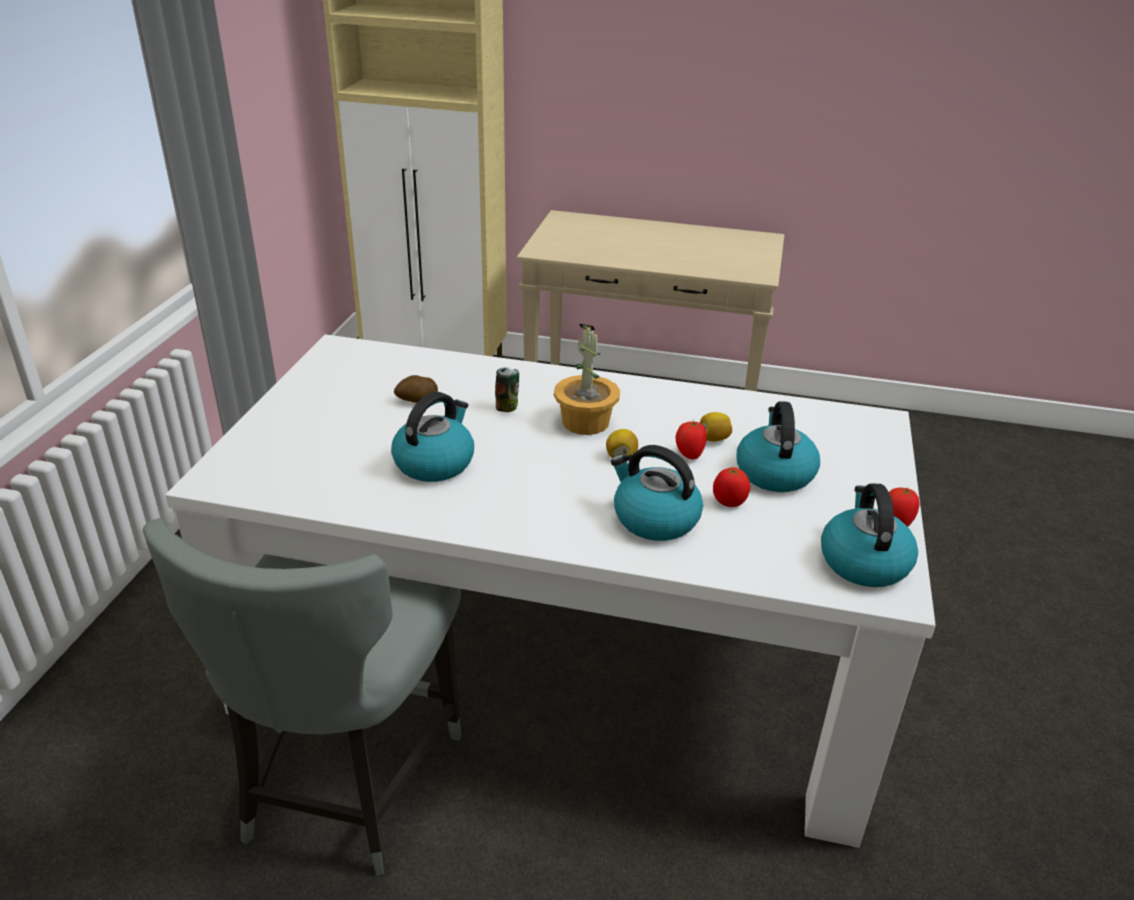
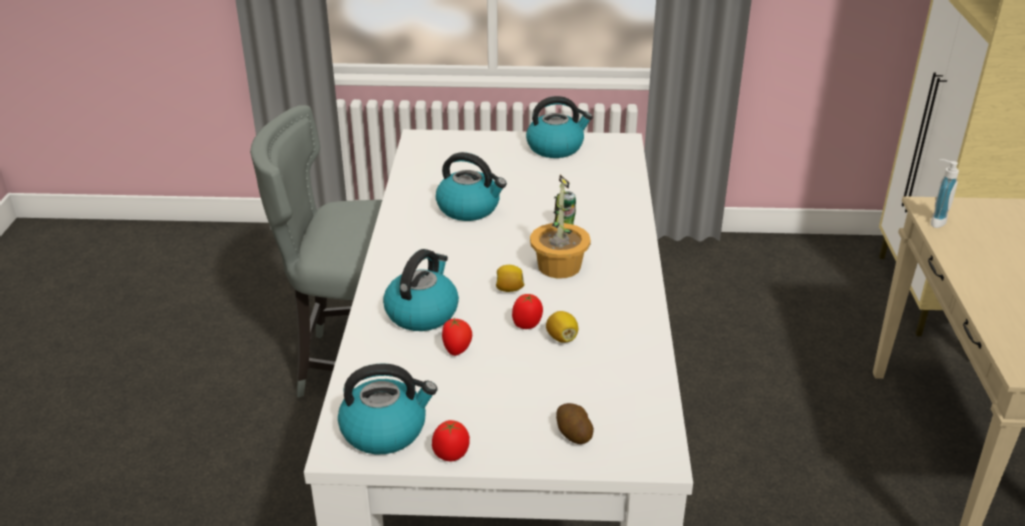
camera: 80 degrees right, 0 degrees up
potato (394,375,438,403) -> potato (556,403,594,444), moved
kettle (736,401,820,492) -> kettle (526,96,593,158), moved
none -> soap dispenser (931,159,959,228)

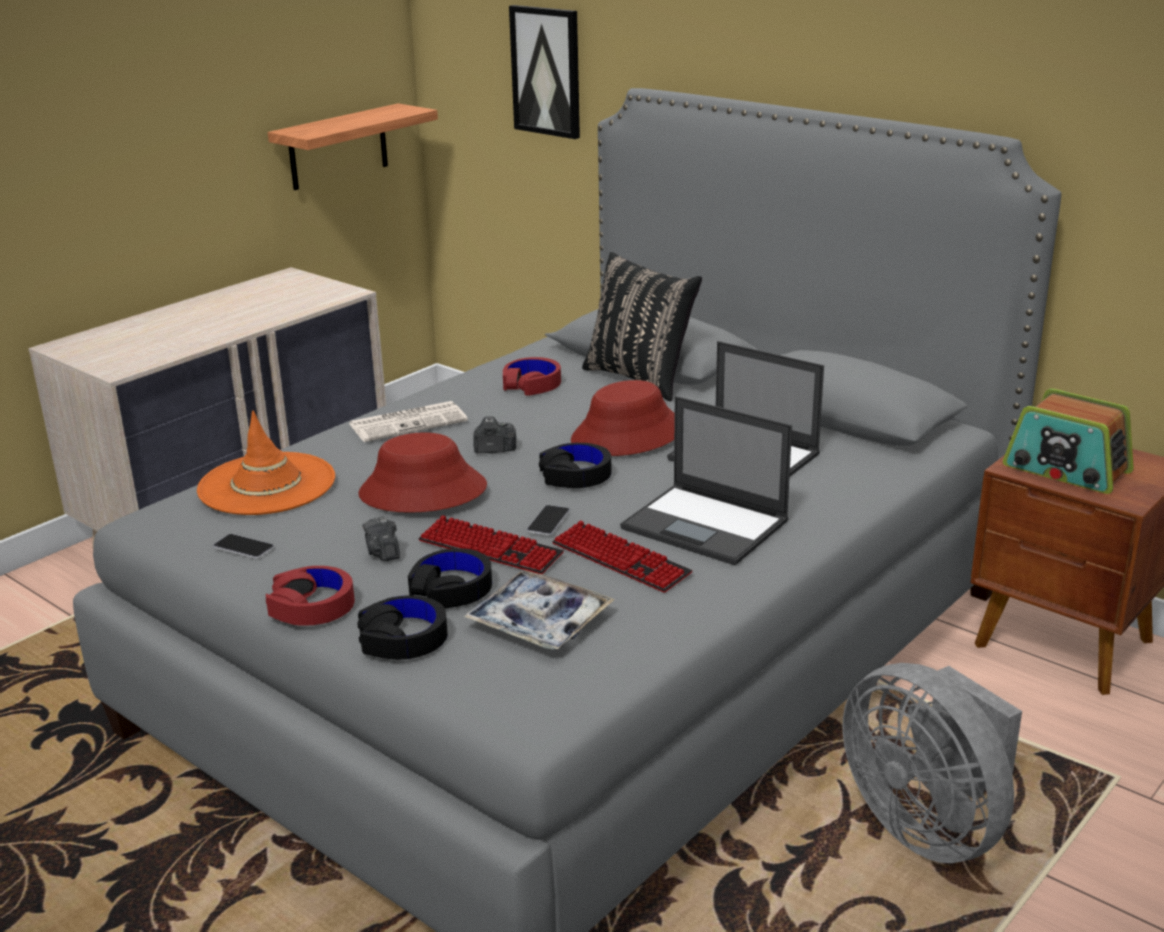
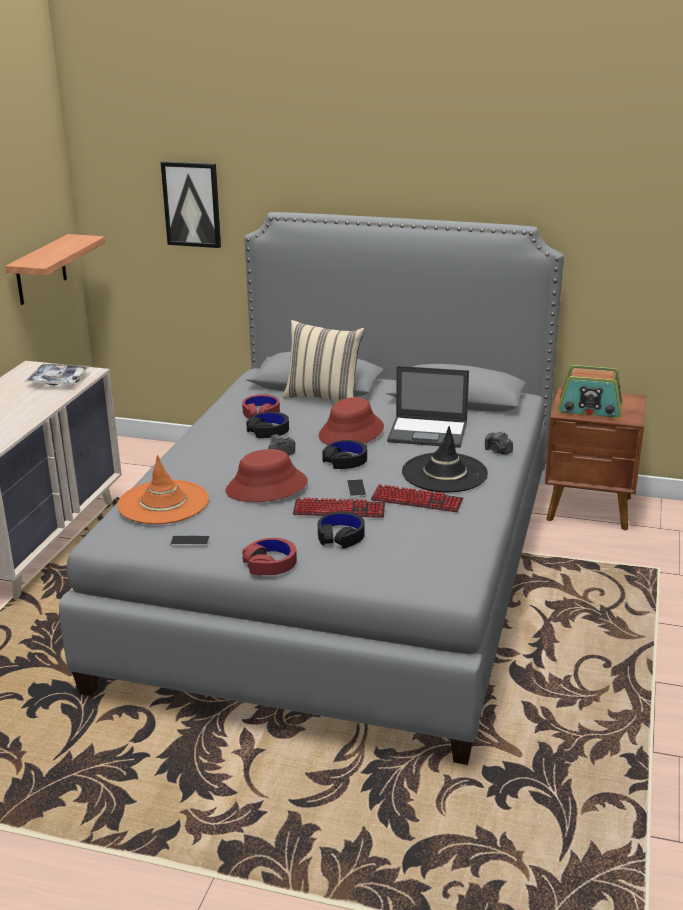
camera: 25 degrees left, 0 degrees up
pillow/black (582,252,702,401) -> pillow/beige (282,320,365,402)
laptop (620,396,792,565) -> hat/black (402,426,488,492)
newspaper (349,401,468,442) -> none
photo camera (363,517,400,561) -> photo camera (485,431,513,455), moved
tray (463,570,615,650) -> tray (24,364,90,385), moved
headphones/black (357,595,448,660) -> headphones/black (246,412,289,438), moved
fan/grey (843,663,1022,863) -> none

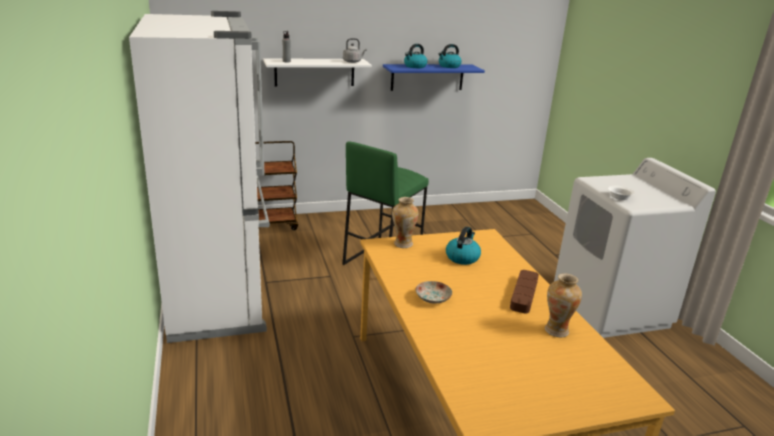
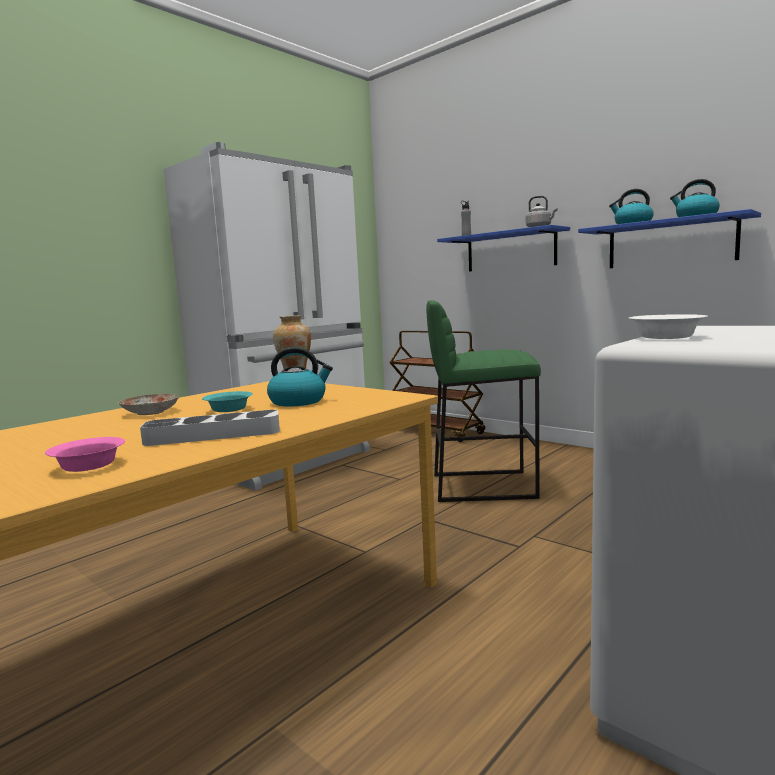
camera: 60 degrees right, 15 degrees down
shelf/white (263,58,372,87) -> shelf/blue (437,225,570,272)
tray/brown (510,270,539,314) -> tray/grey (140,410,280,446)
vase (545,273,582,337) -> bowl/pink (45,437,125,472)
none -> bowl/turquoise (202,391,253,412)

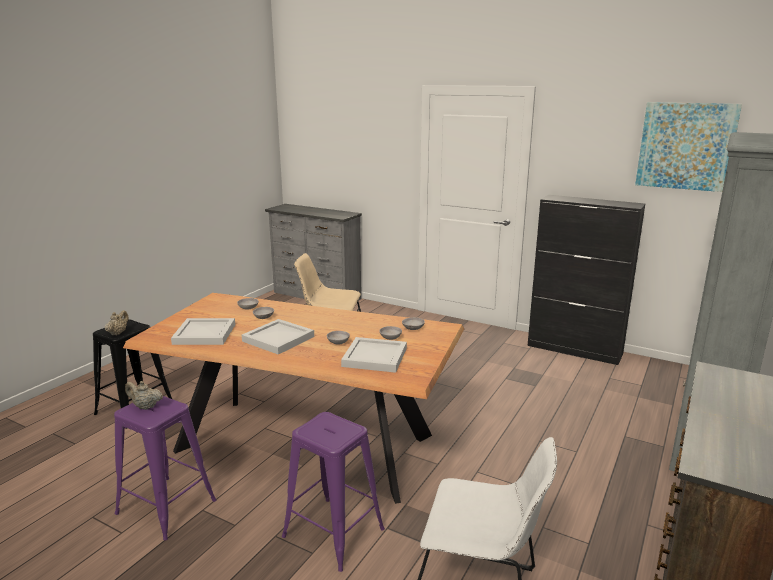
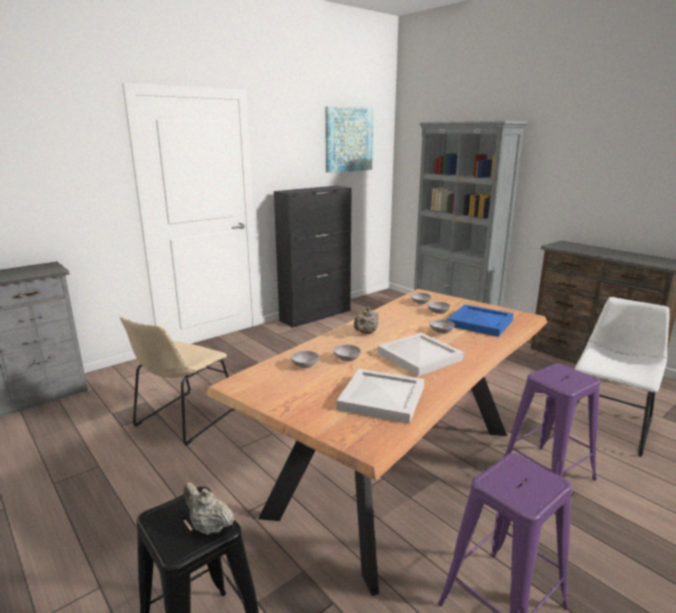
camera: 70 degrees left, 0 degrees up
tray/white (341,337,407,373) -> tray/blue (447,304,514,337)
teapot/beige (125,381,163,410) -> teapot/beige (354,307,379,334), moved

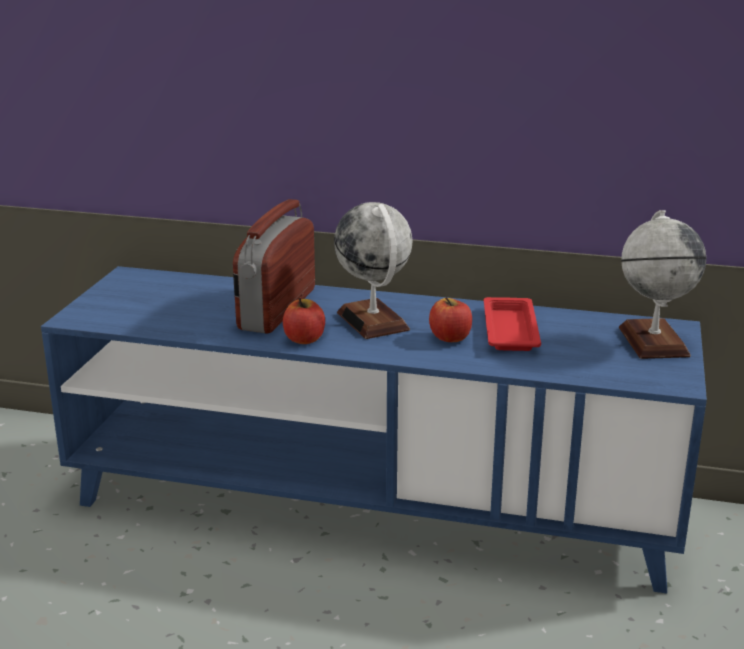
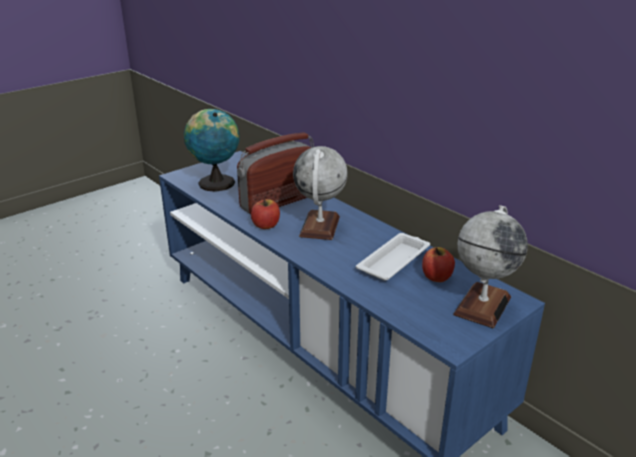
camera: 35 degrees right, 5 degrees up
apple (429,297,472,342) -> apple (422,247,455,282), moved
tray/red (484,297,541,351) -> tray/white (356,233,430,281)
none -> globe (184,109,239,192)

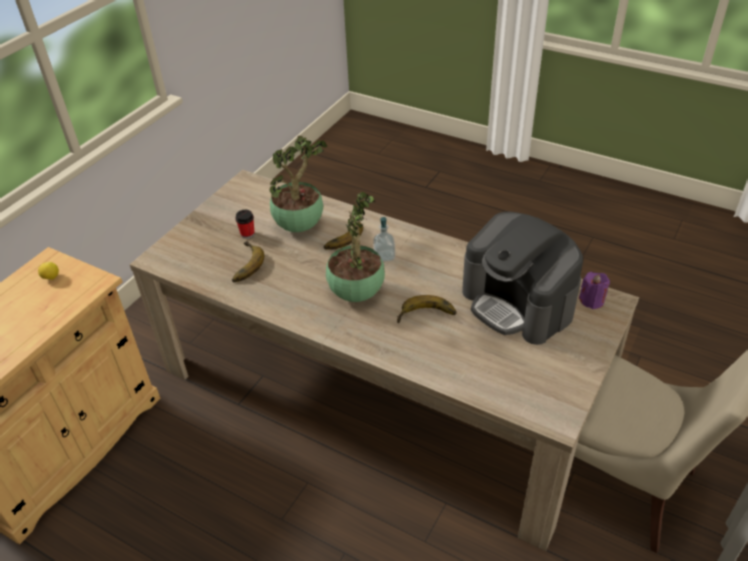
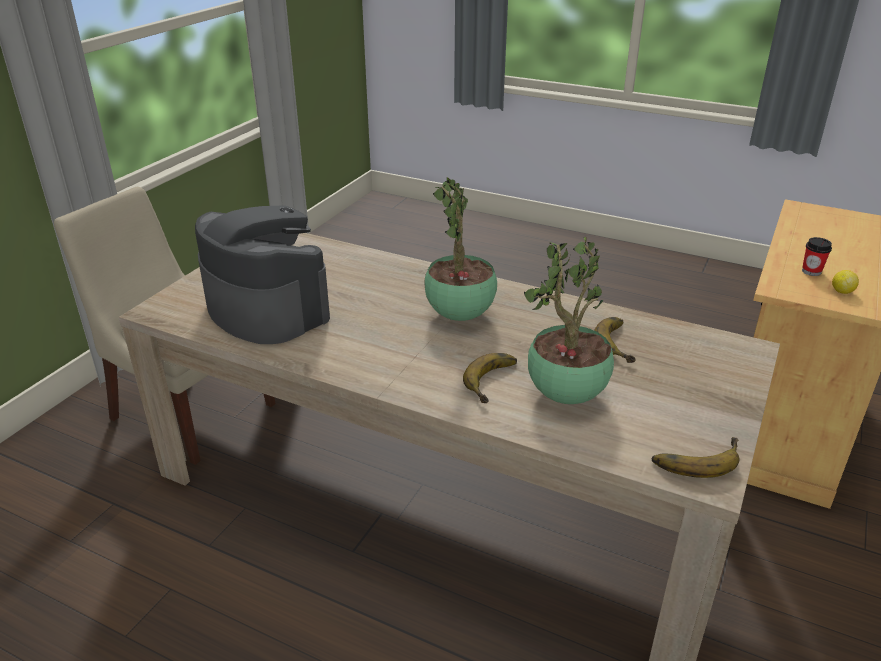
camera: 175 degrees right, 10 degrees down
cup (235,210,255,239) -> cup (802,237,832,276), moved
soap dispenser (373,217,396,262) -> none
candle/purple (579,272,610,309) -> none
banana (397,295,457,323) -> banana (651,437,739,478), moved

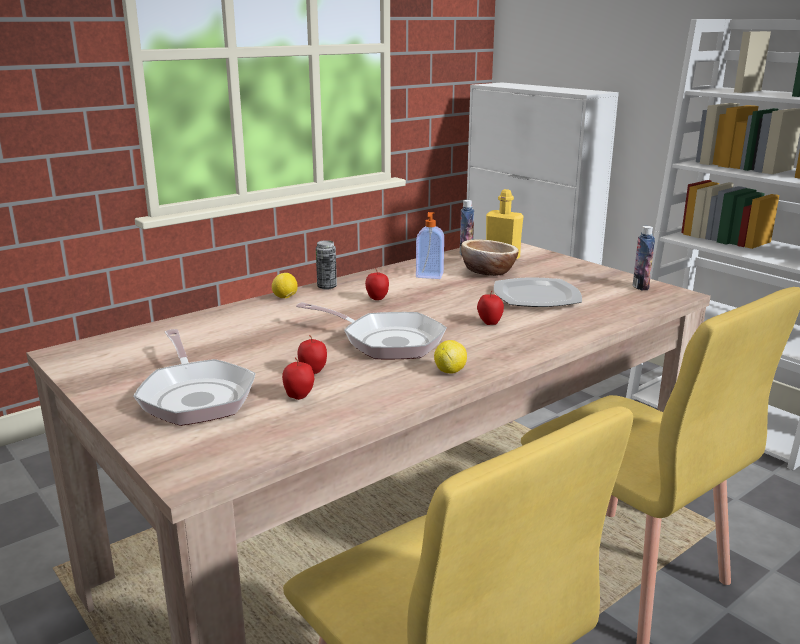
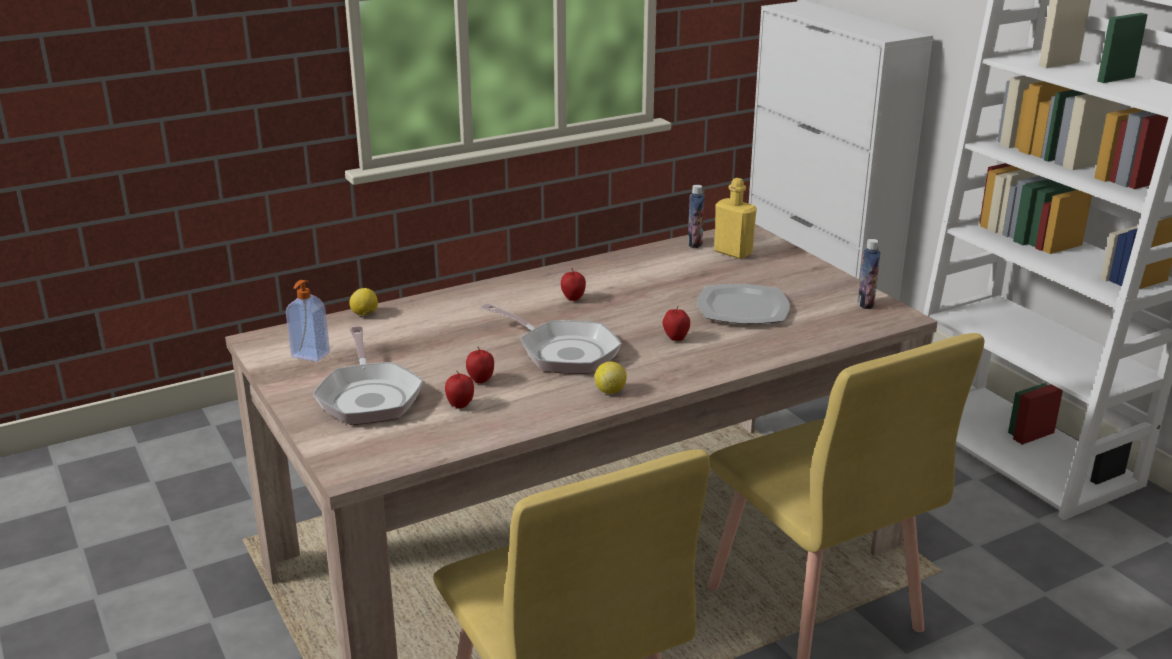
camera: 10 degrees right, 5 degrees up
soap dispenser (416,212,444,279) -> soap dispenser (286,280,330,362), moved
can (316,240,337,290) -> none
bowl (461,240,519,276) -> none
lemon (272,273,297,298) -> lemon (349,288,378,315), moved

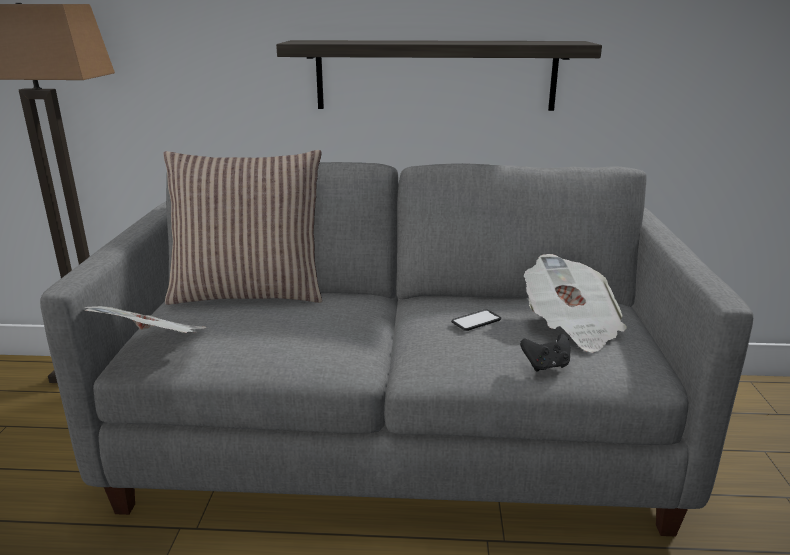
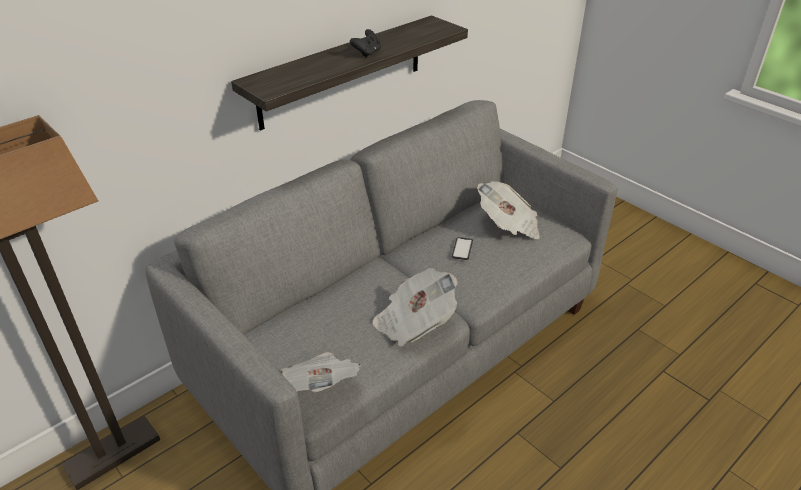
camera: 45 degrees left, 15 degrees up
pillow (164,150,322,305) -> none
game controller/black (520,334,570,372) -> game controller/black (350,29,381,58), moved
none -> newspaper (373,268,458,347)

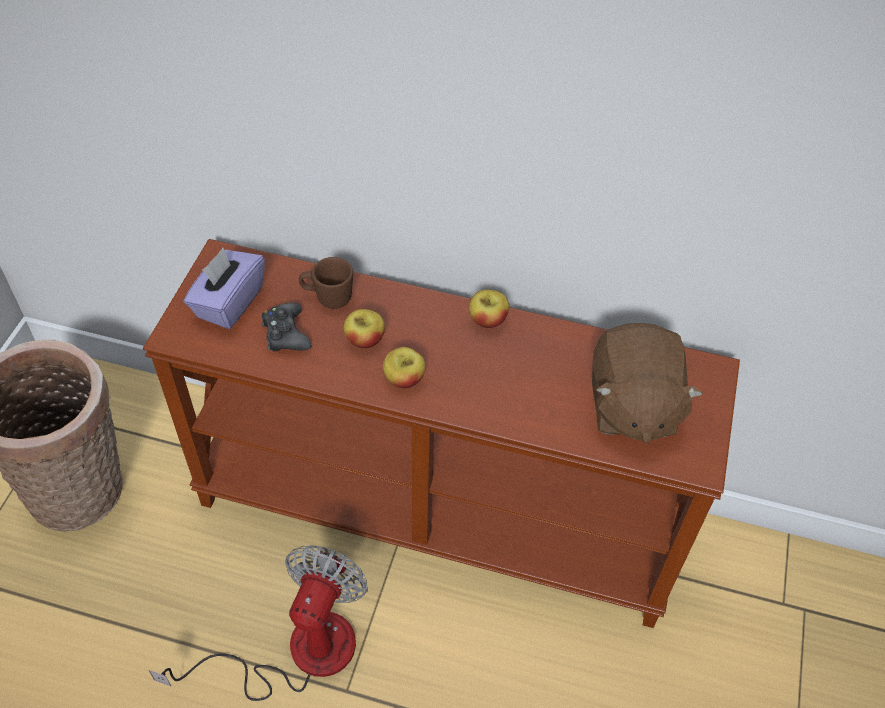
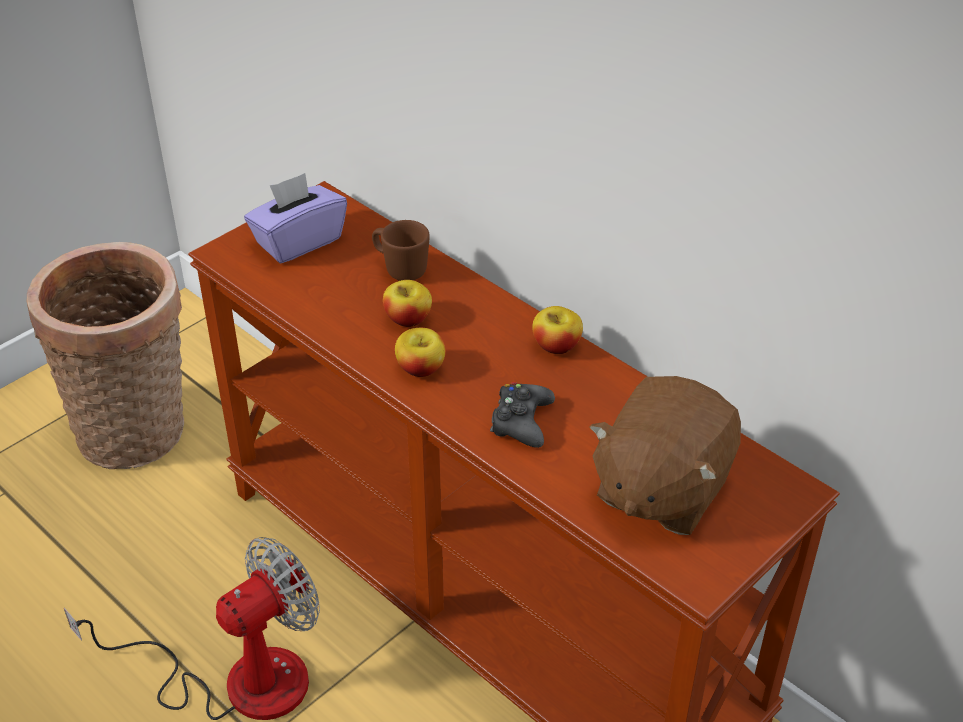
camera: 30 degrees right, 10 degrees down
game controller/black (262,303,311,351) -> game controller/black (490,382,555,448), moved

